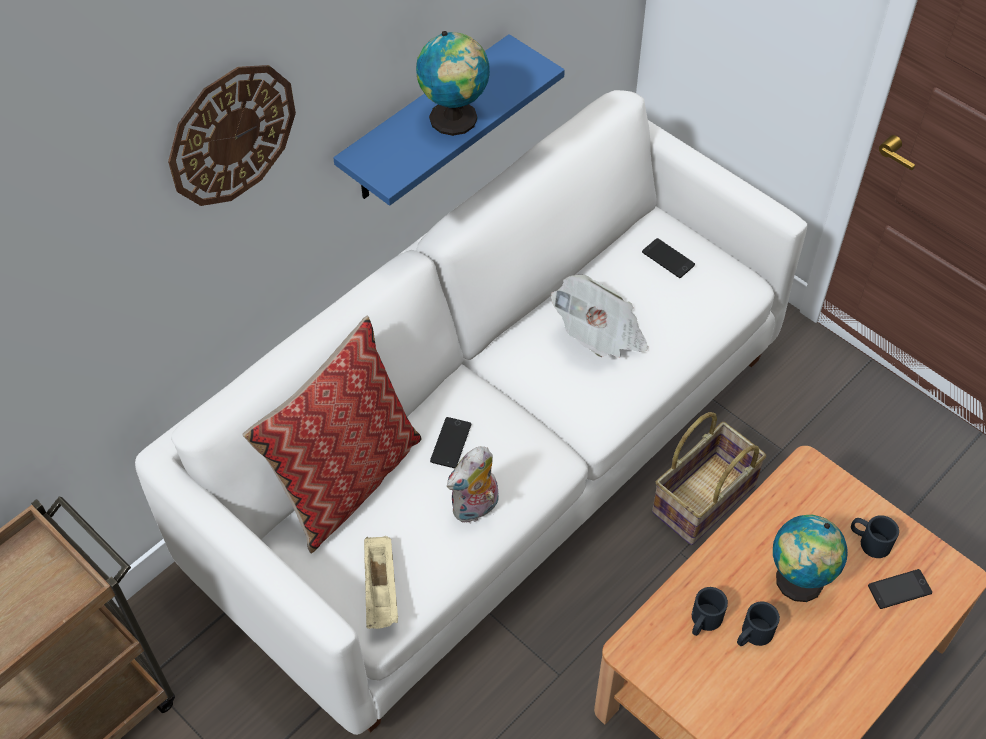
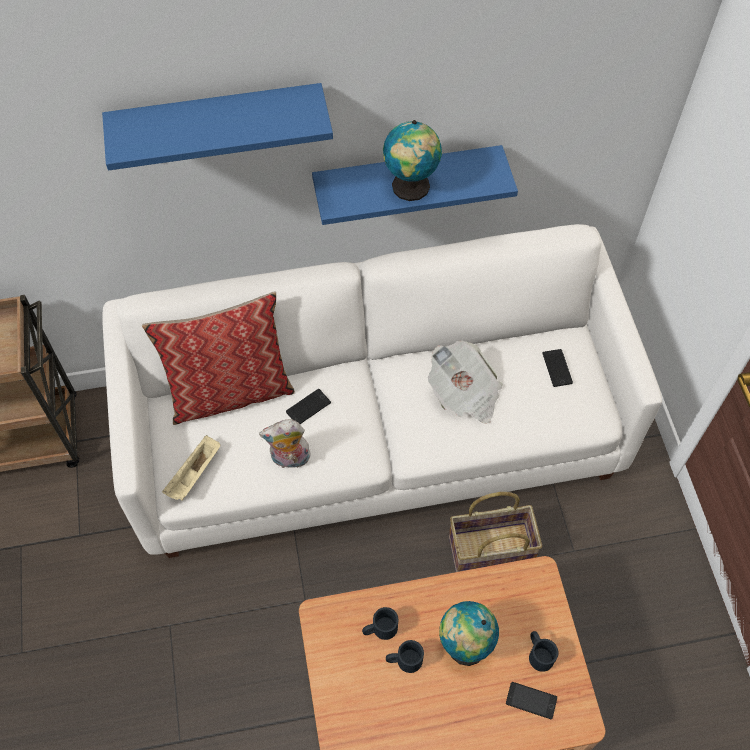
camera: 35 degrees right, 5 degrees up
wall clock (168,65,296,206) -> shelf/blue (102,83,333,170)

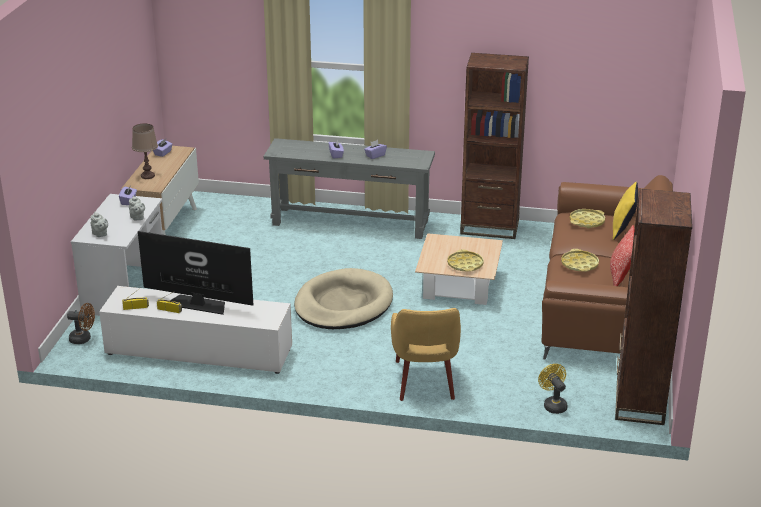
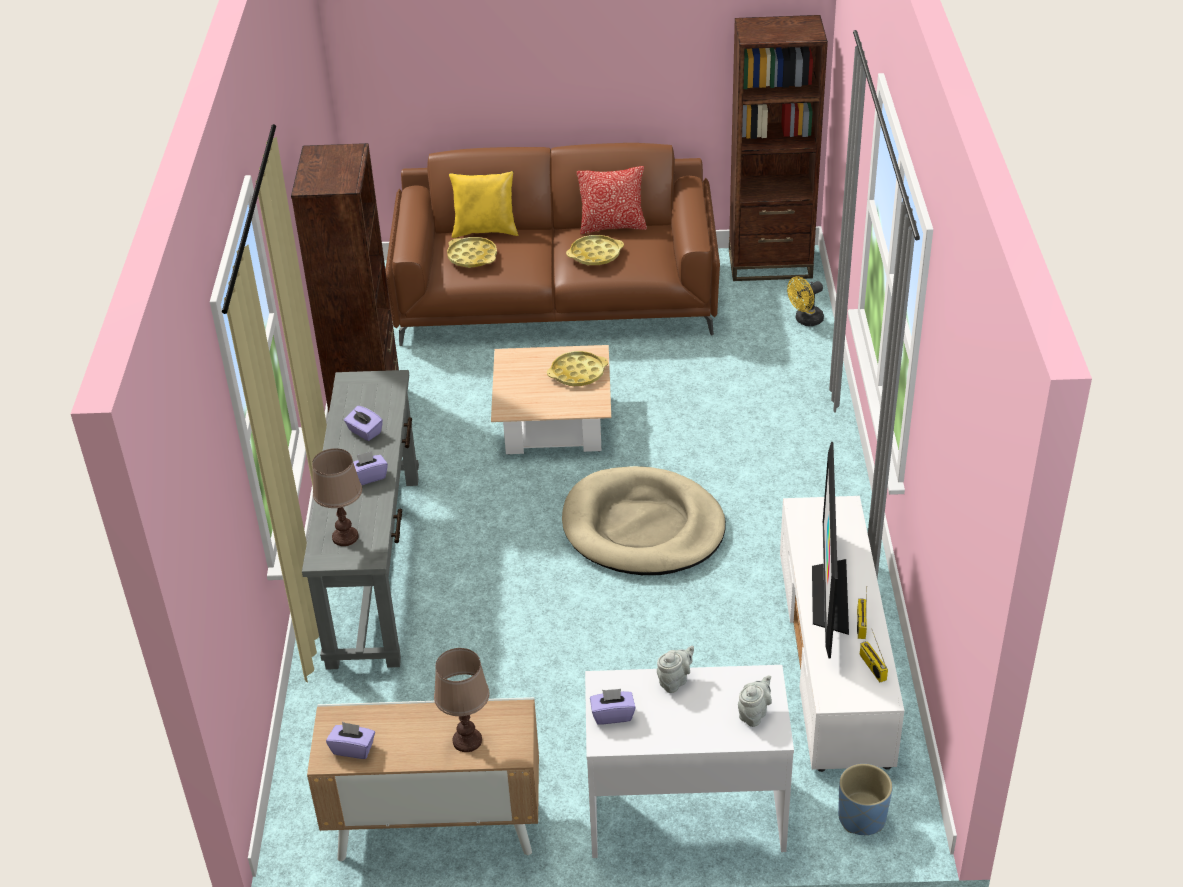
camera: 100 degrees left, 10 degrees up
fan/brown (67,303,95,344) -> planter/blue (838,764,893,835)
armchair/yellow (391,308,461,401) -> none
none -> table lamp/brown (312,448,362,546)

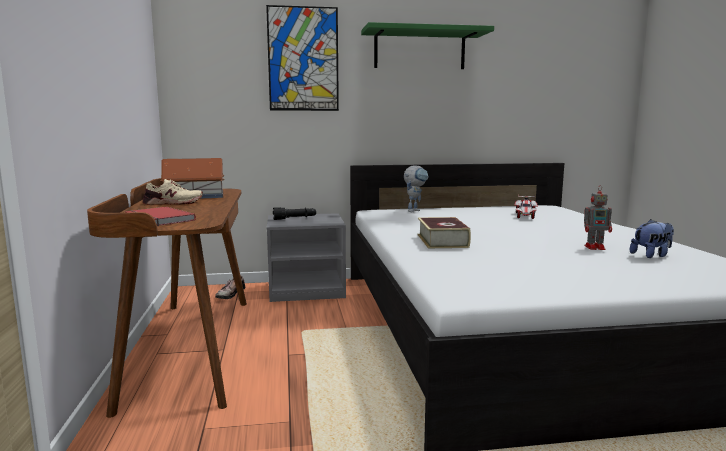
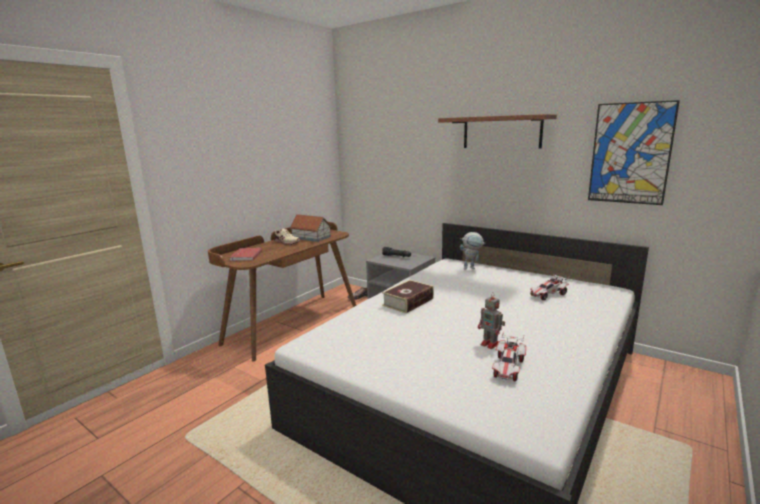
camera: 45 degrees right, 5 degrees up
picture (266,5,339,111) -> picture (588,100,680,205), moved
shelf/green (361,22,494,69) -> shelf/brown (438,114,557,148)
plush toy (630,219,674,258) -> toy car (492,331,526,381)

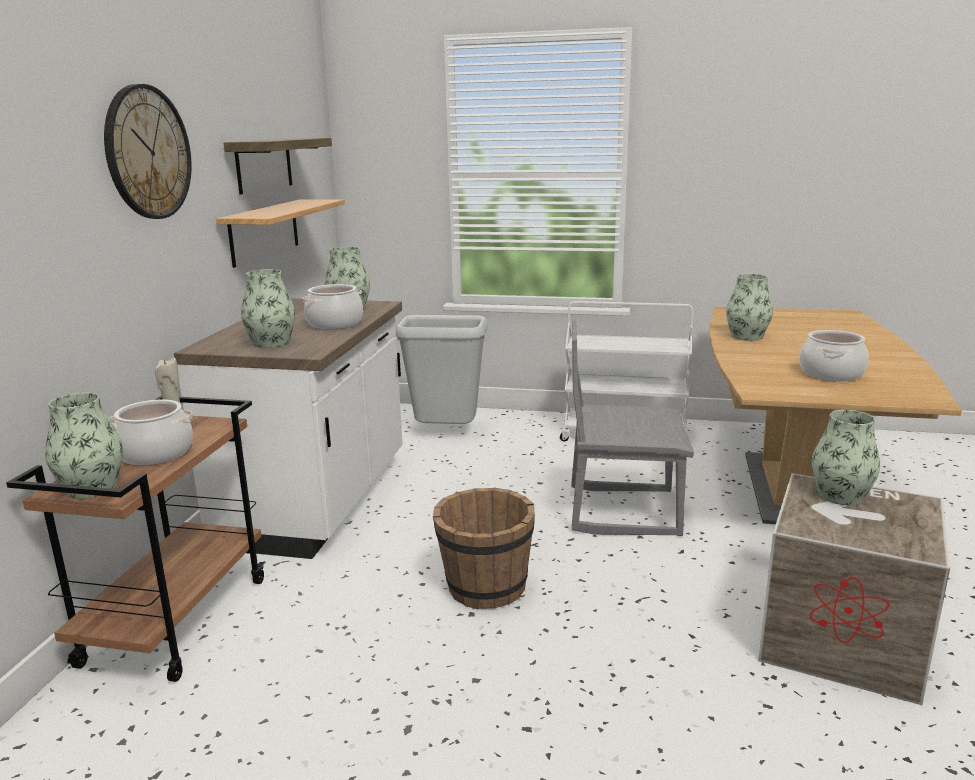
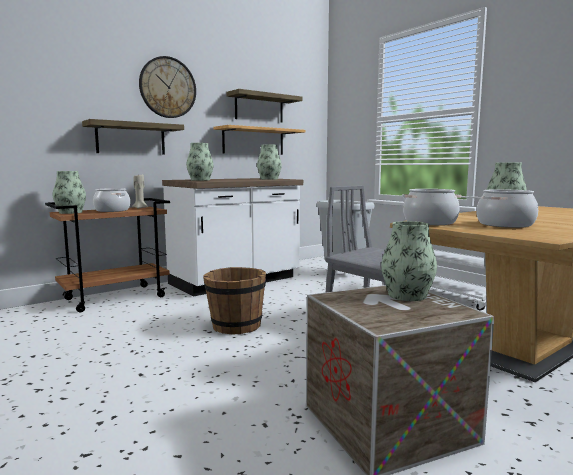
camera: 40 degrees right, 10 degrees down
cooking pot (303,284,363,329) -> cooking pot (402,189,461,225), moved
none -> shelf (82,119,184,154)

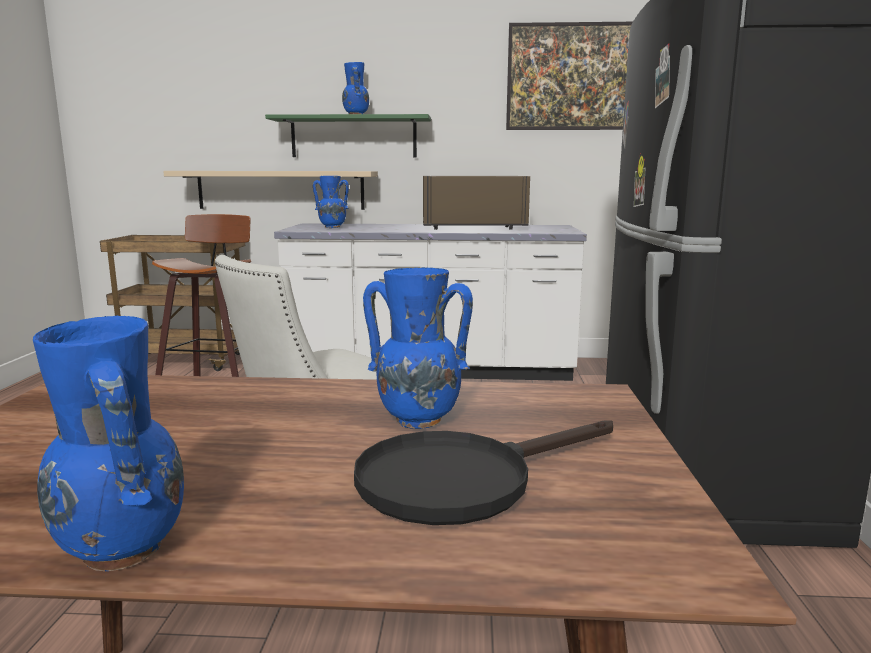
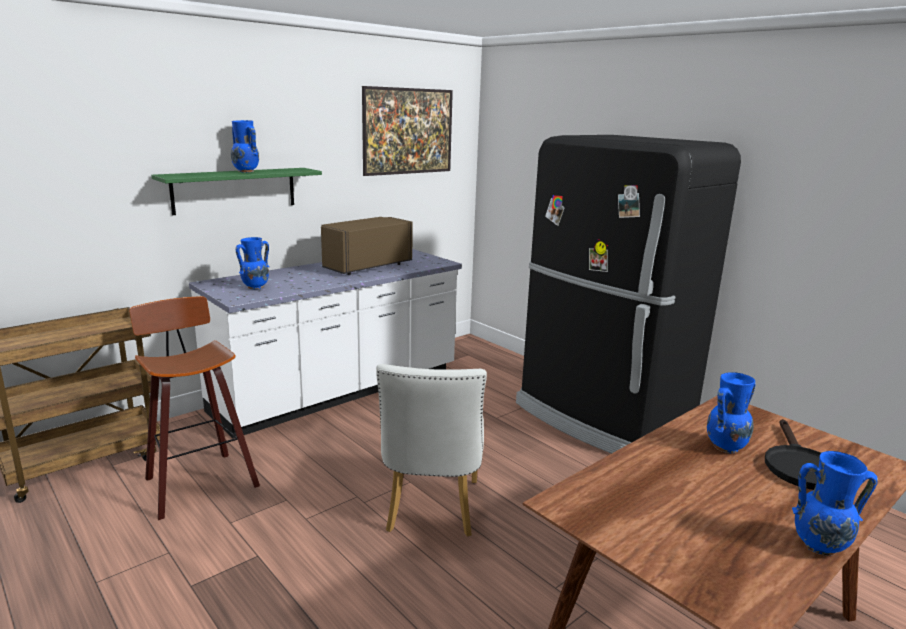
camera: 45 degrees left, 5 degrees up
shelf/beige (163,171,378,210) -> none

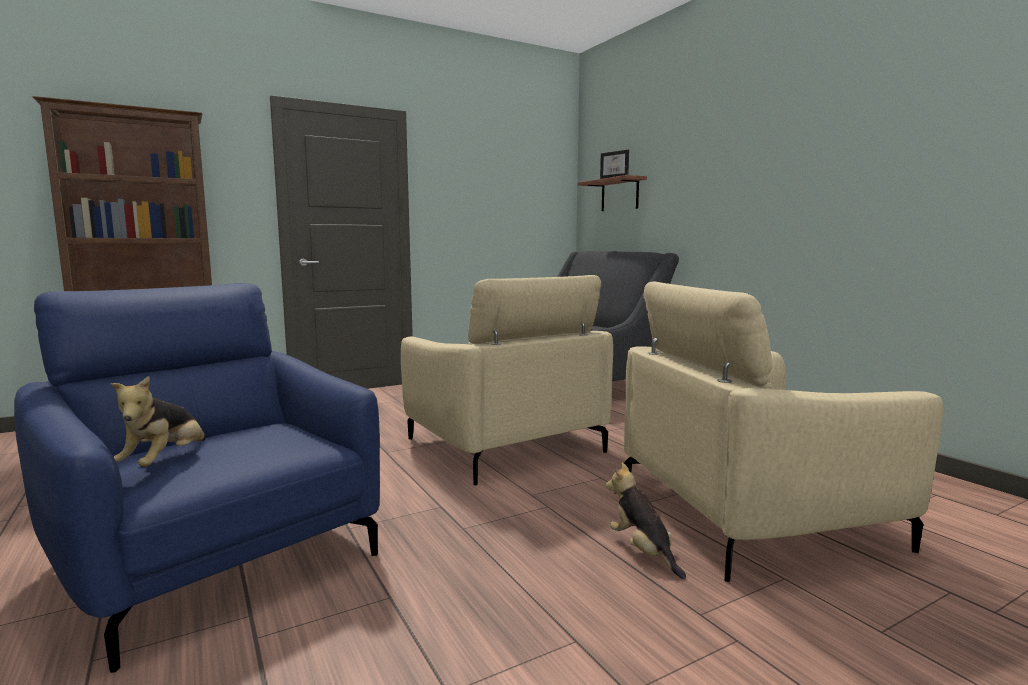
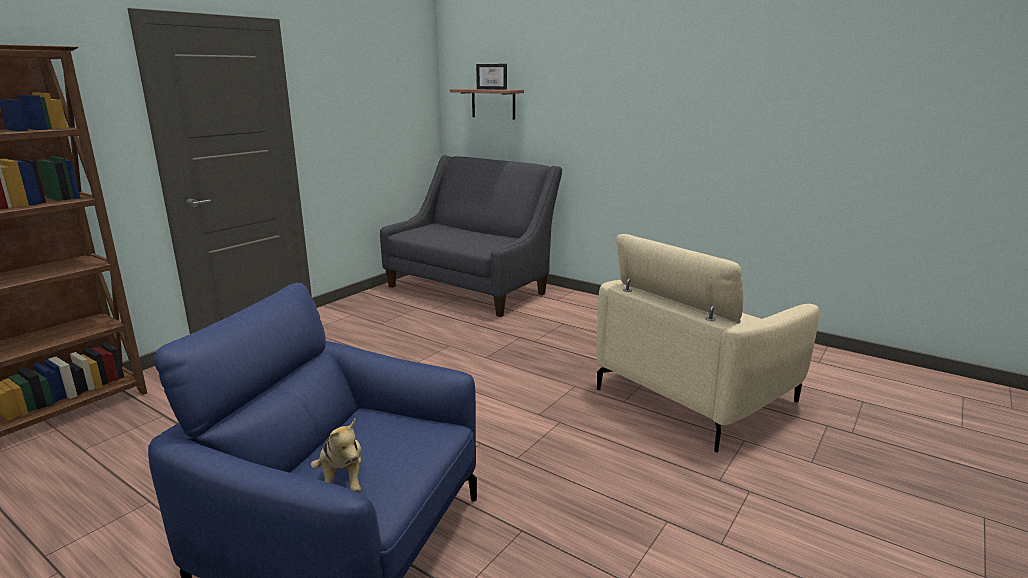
camera: 25 degrees left, 10 degrees up
armchair/beige (401,275,613,485) -> none
plush toy (606,463,686,579) -> none

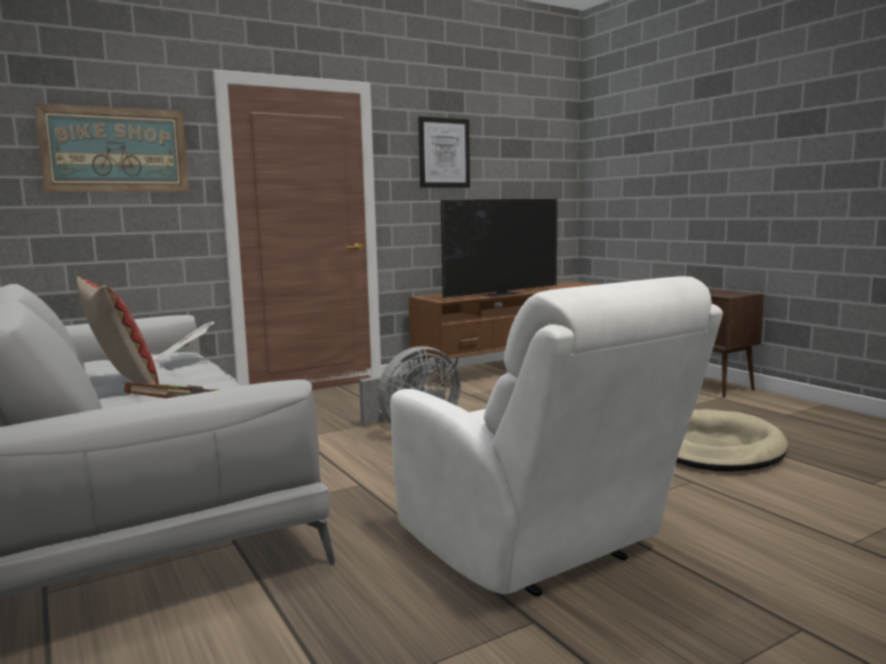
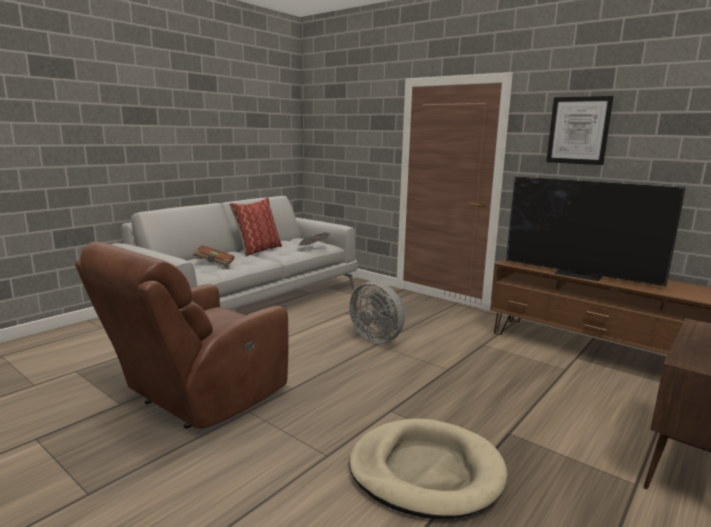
camera: 70 degrees right, 5 degrees up
picture (34,103,189,192) -> none
armchair/white (390,276,723,596) -> armchair/brown (75,242,289,429)

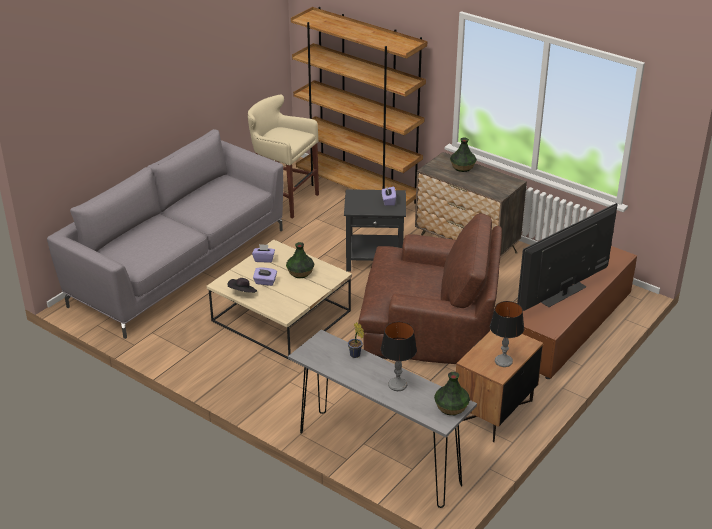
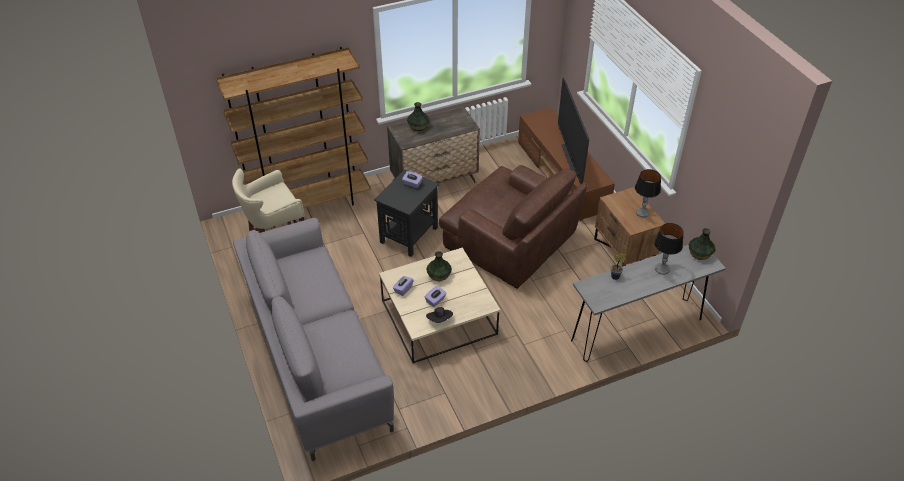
camera: 60 degrees left, 10 degrees up
armchair/brown (358,213,502,364) -> armchair/brown (439,165,587,289), 90 degrees clockwise

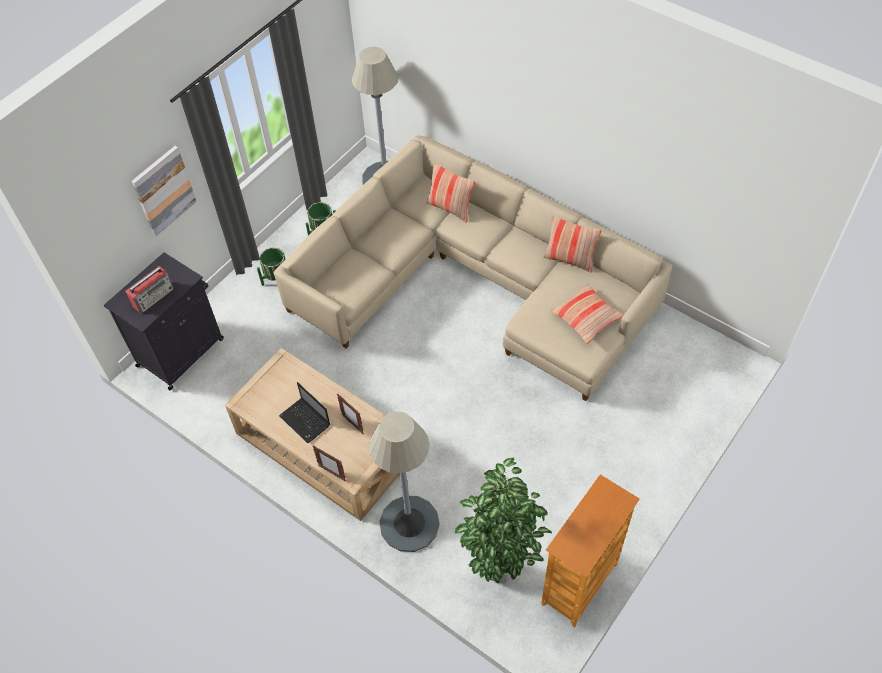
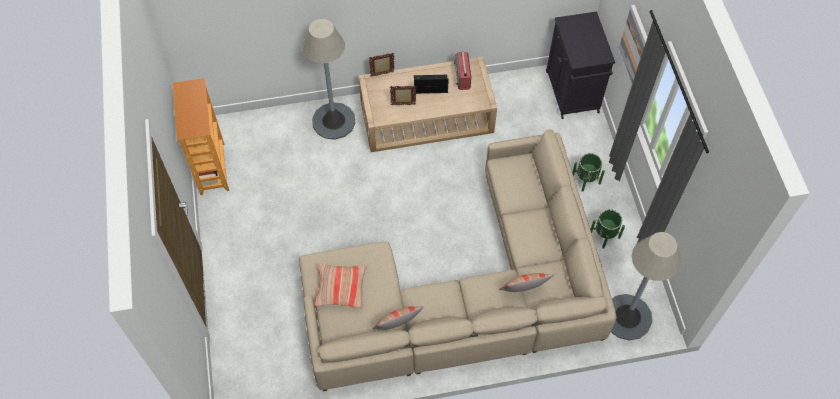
camera: 130 degrees right, 5 degrees up
radio (125,266,174,313) -> radio (454,51,471,90), moved
potted plant (455,458,552,584) -> none

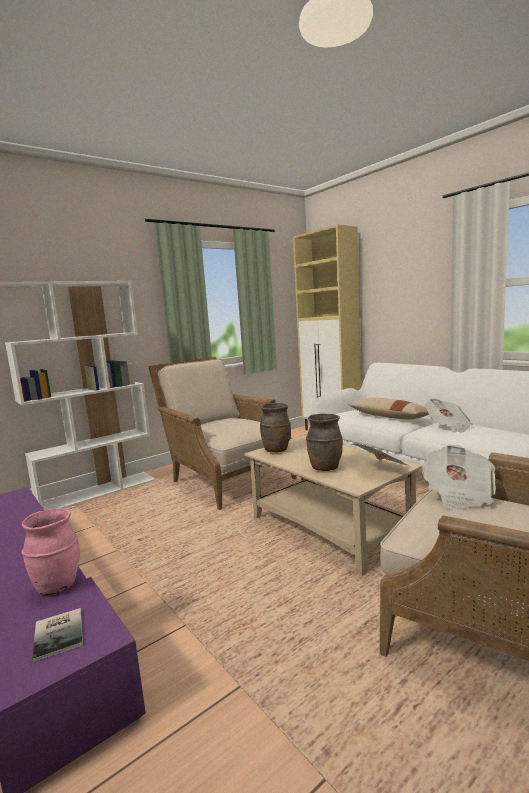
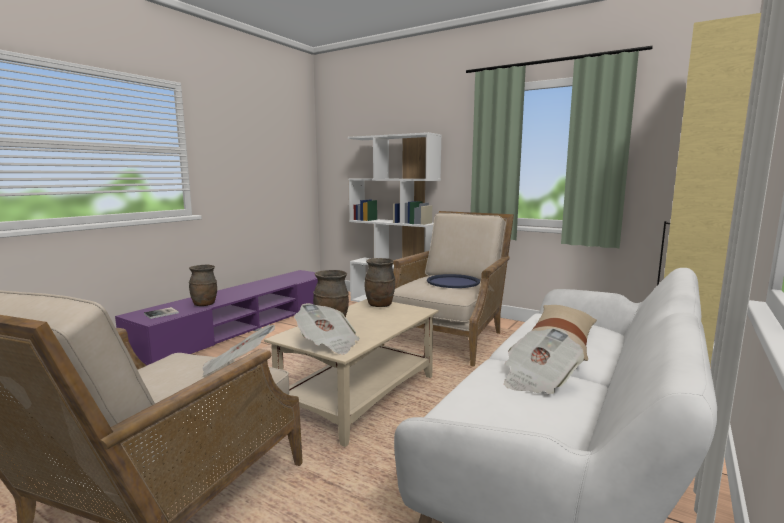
camera: 70 degrees right, 0 degrees up
vase/pink (21,508,80,595) -> vase/brown (189,264,217,306)
none -> tray/blue (427,274,480,288)

